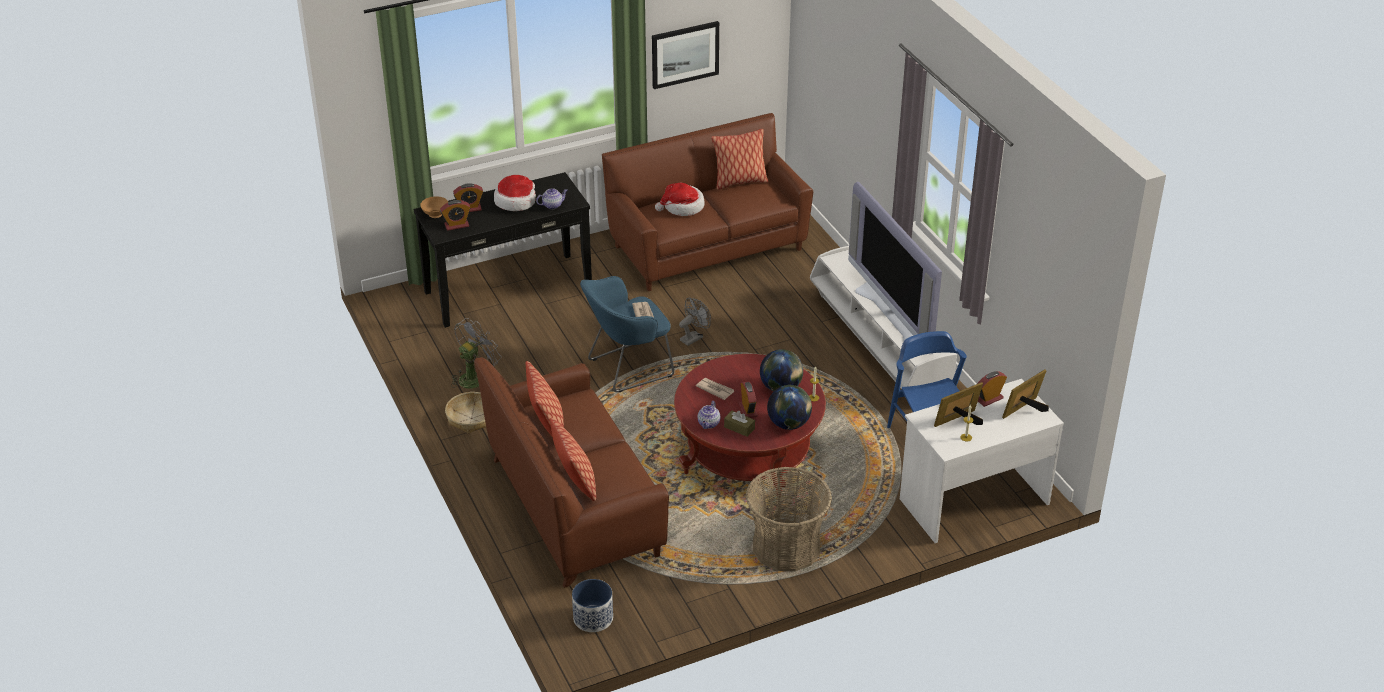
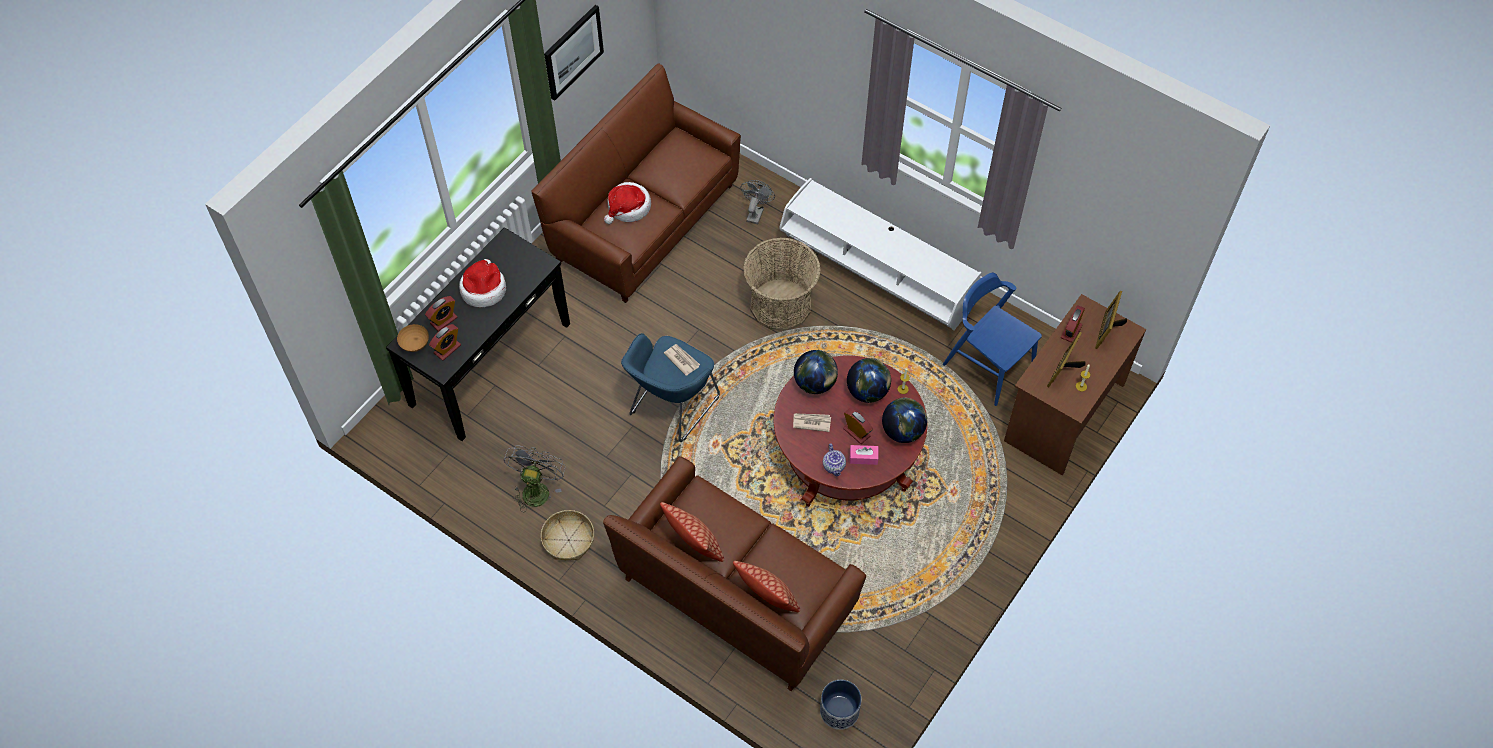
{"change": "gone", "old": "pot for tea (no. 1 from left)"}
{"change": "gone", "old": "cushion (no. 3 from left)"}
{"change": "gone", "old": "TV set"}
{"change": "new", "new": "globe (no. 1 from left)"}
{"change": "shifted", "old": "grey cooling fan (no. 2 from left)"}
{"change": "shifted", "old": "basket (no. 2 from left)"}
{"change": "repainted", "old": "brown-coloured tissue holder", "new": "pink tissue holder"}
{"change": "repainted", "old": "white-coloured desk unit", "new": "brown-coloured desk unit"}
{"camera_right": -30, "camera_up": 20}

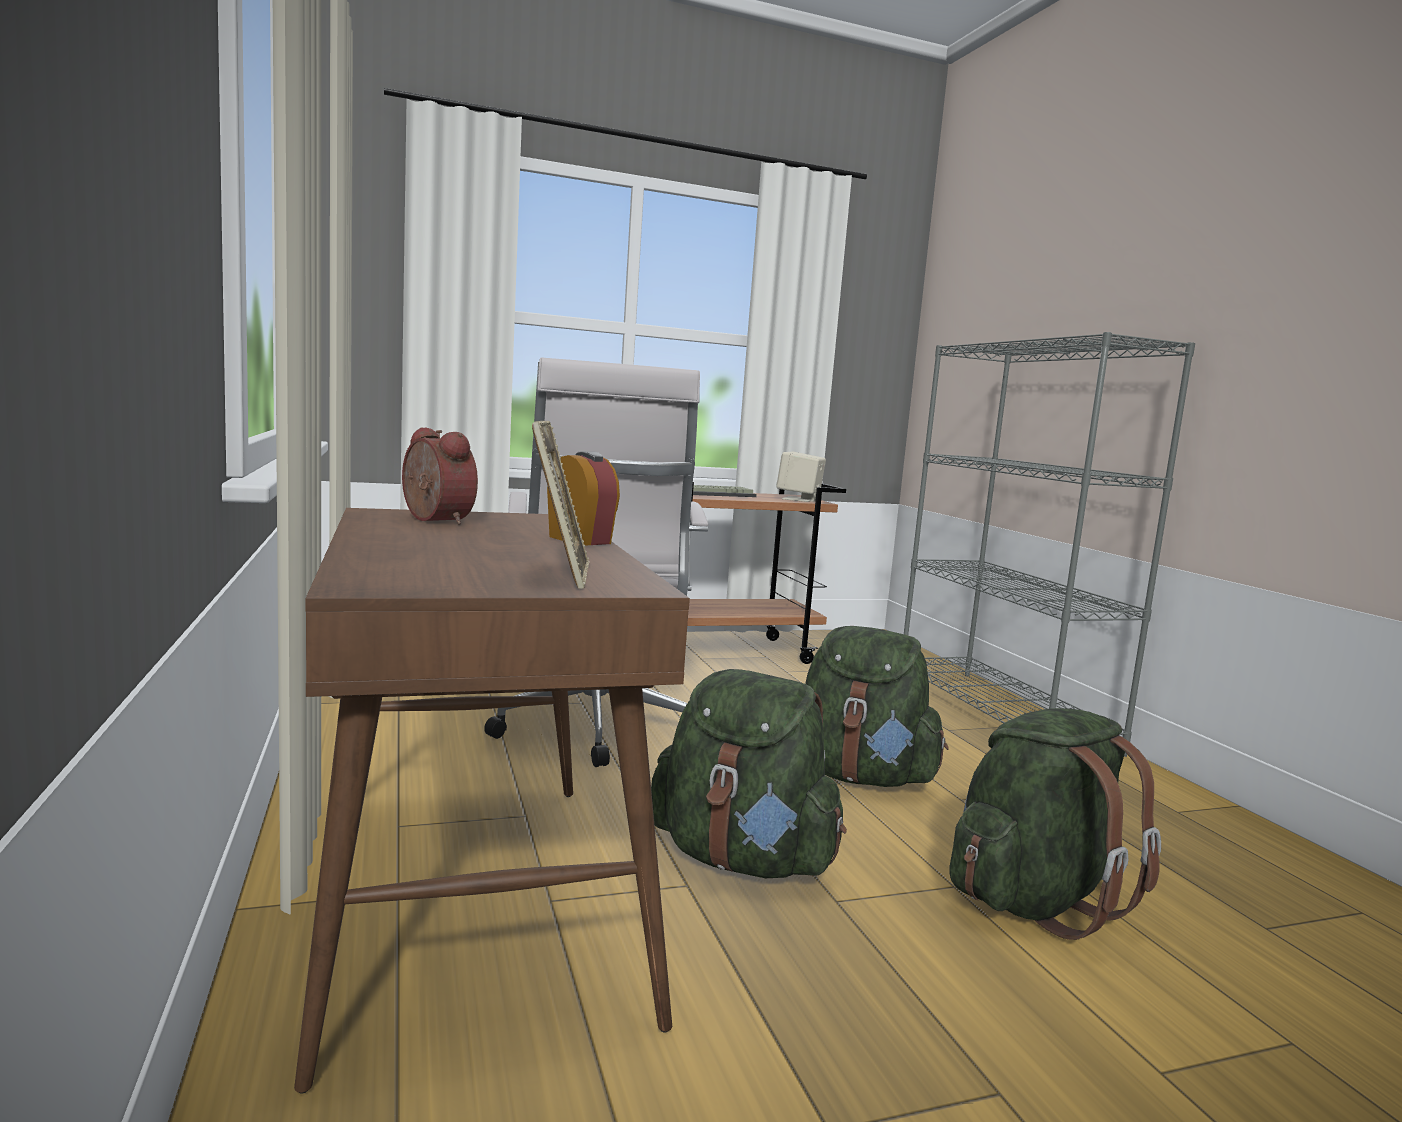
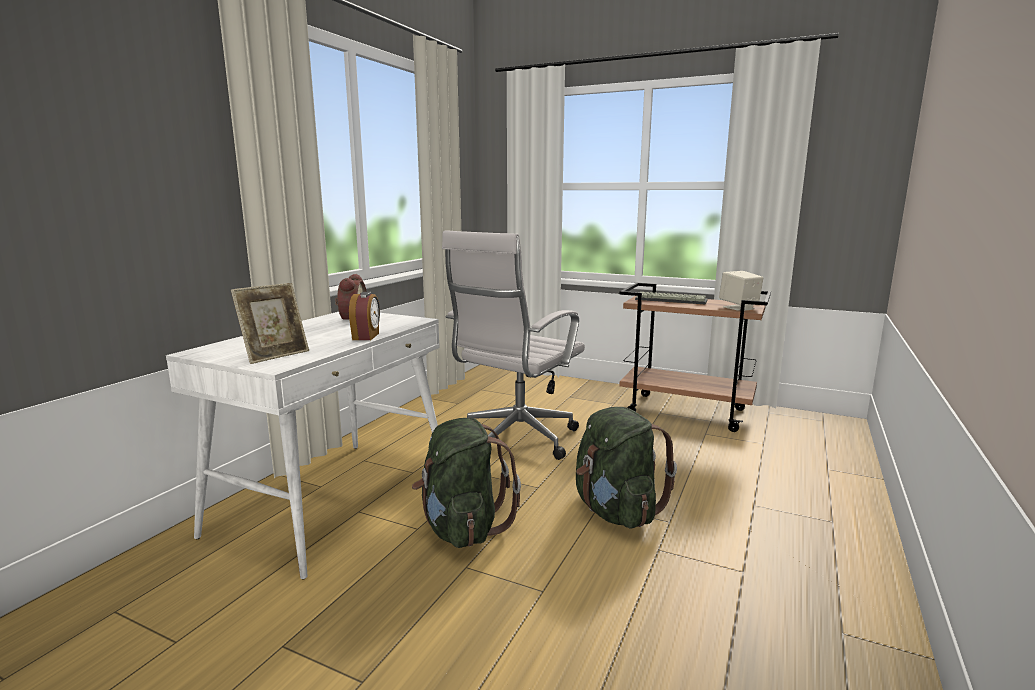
{"change": "gone", "old": "grey bookcase"}
{"change": "gone", "old": "green backpack (no. 3 from left)"}
{"change": "repainted", "old": "brown-coloured desk unit", "new": "white-coloured desk unit"}
{"camera_right": 45, "camera_up": 5}

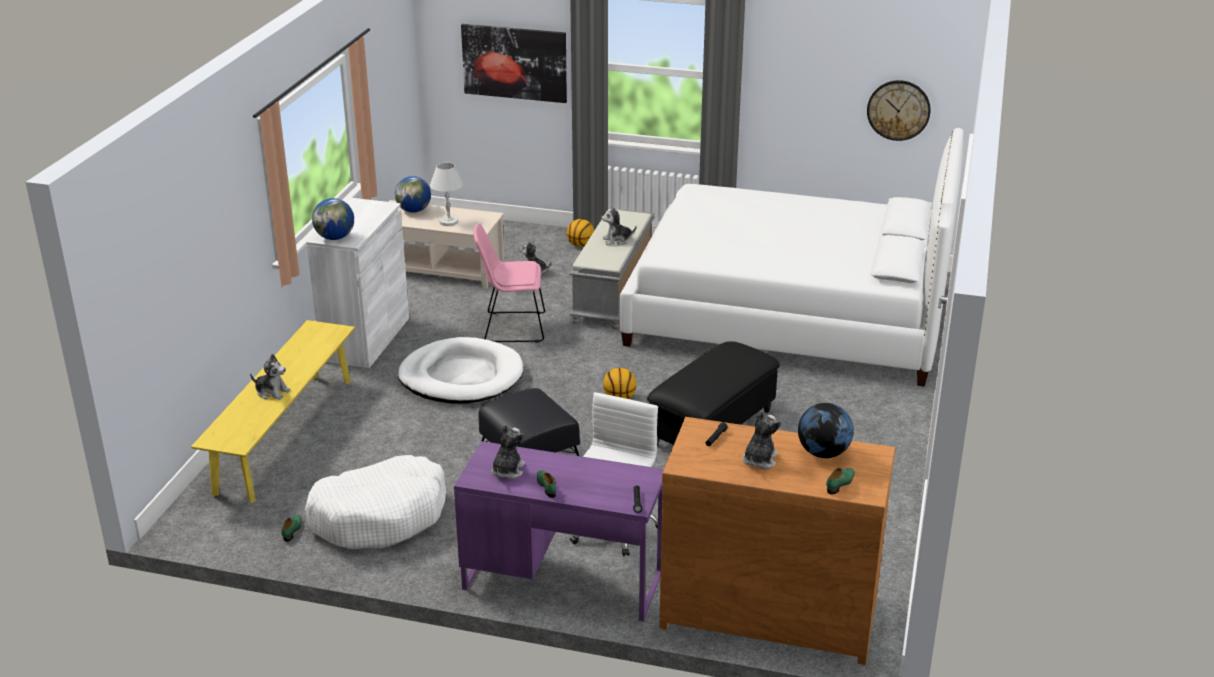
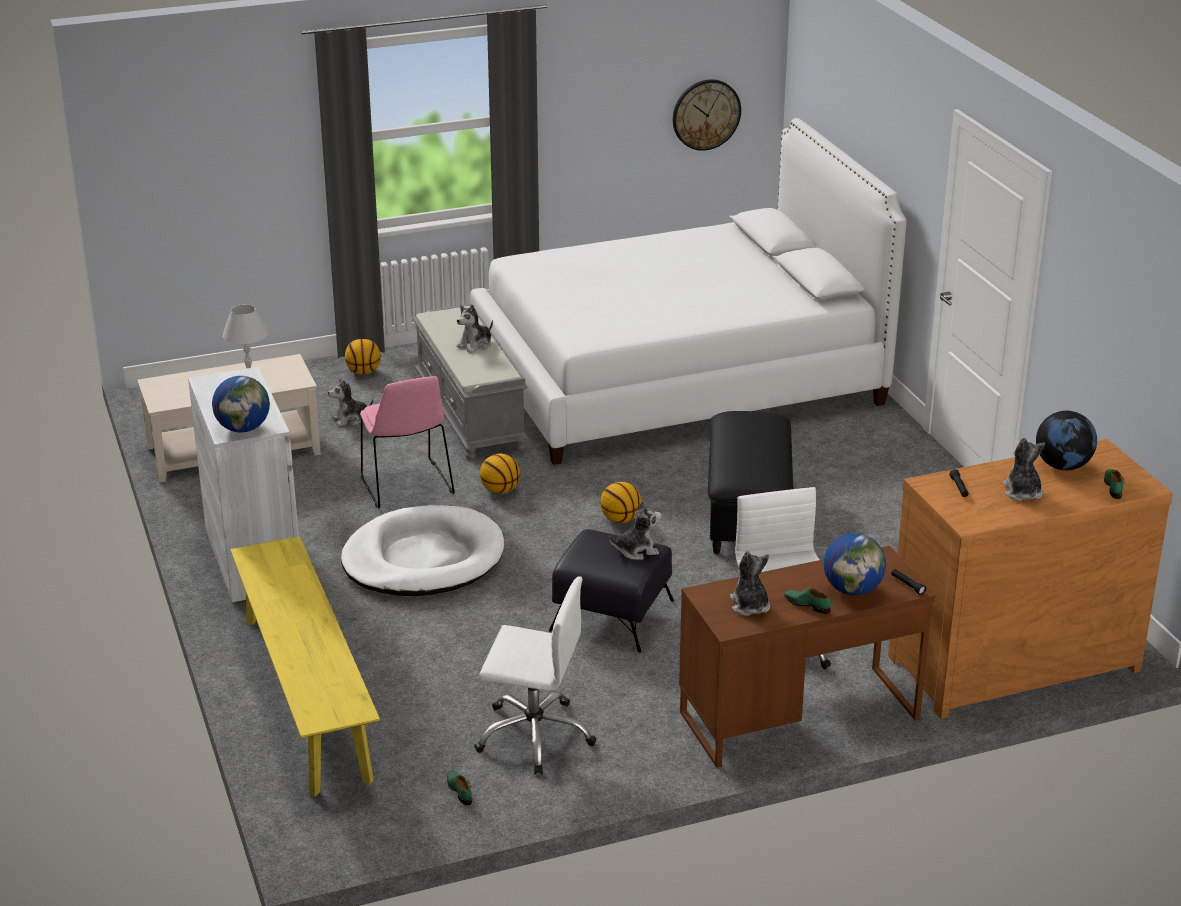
{"change": "gone", "old": "wall picture"}
{"change": "new", "new": "basketball ball (no. 2 from left)"}
{"change": "shifted", "old": "plush toy (no. 1 from left in the first image)", "new": "plush toy (no. 3 from left)"}
{"change": "shifted", "old": "globe (no. 2 from left)"}
{"change": "swapped", "old": "white-coloured pet bed (no. 1 from left)", "new": "white-coloured computer chair (no. 1 from left)"}
{"change": "repainted", "old": "purple-coloured desk unit", "new": "brown-coloured desk unit"}
{"change": "rotated", "old": "pink plain chair", "degrees": -75}
{"camera_right": -35, "camera_up": 0}

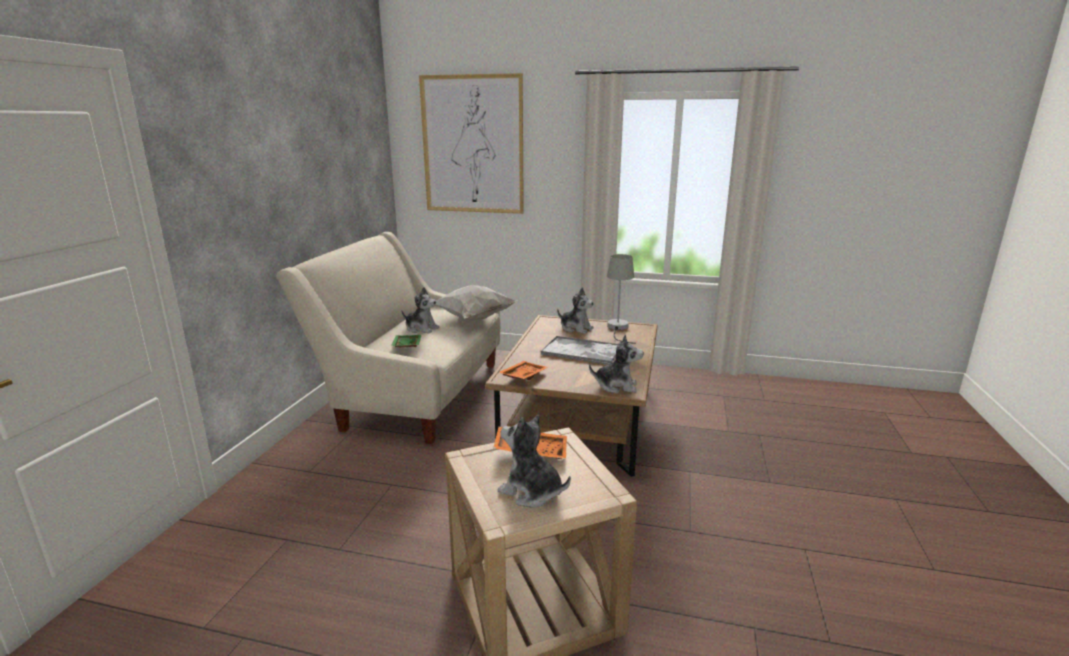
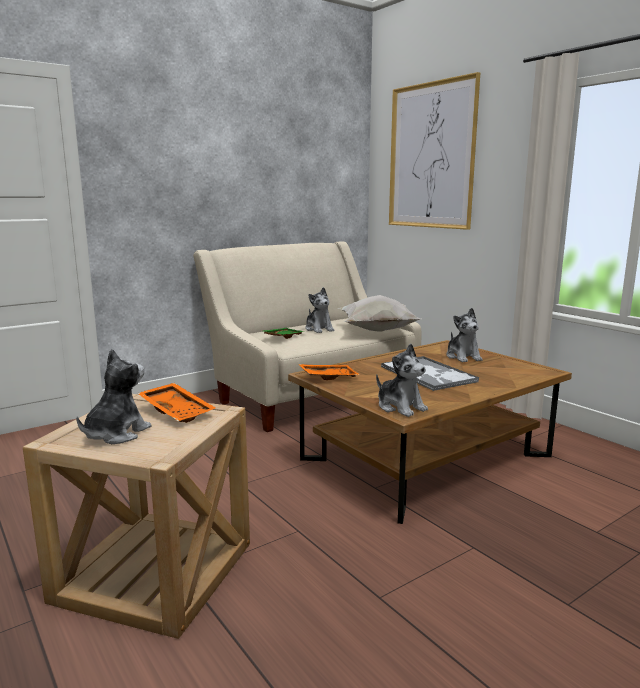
{"change": "gone", "old": "grey table lamp"}
{"change": "rotated", "old": "plush toy (no. 2 from left in the first image)", "degrees": 45}
{"camera_right": 40, "camera_up": -5}

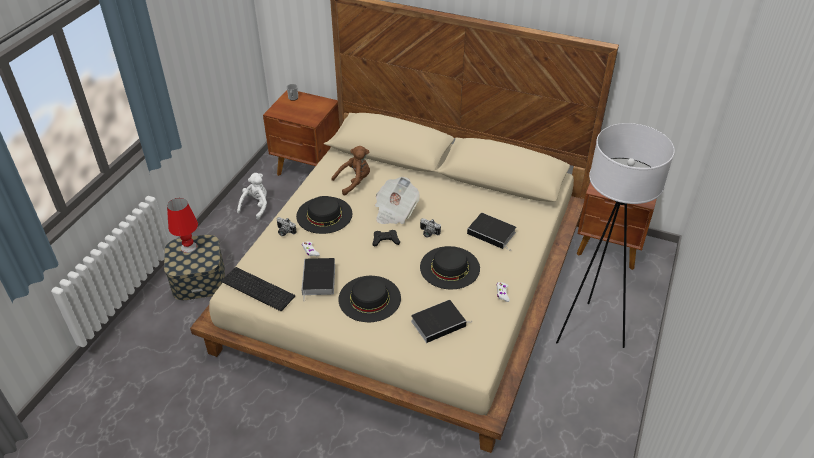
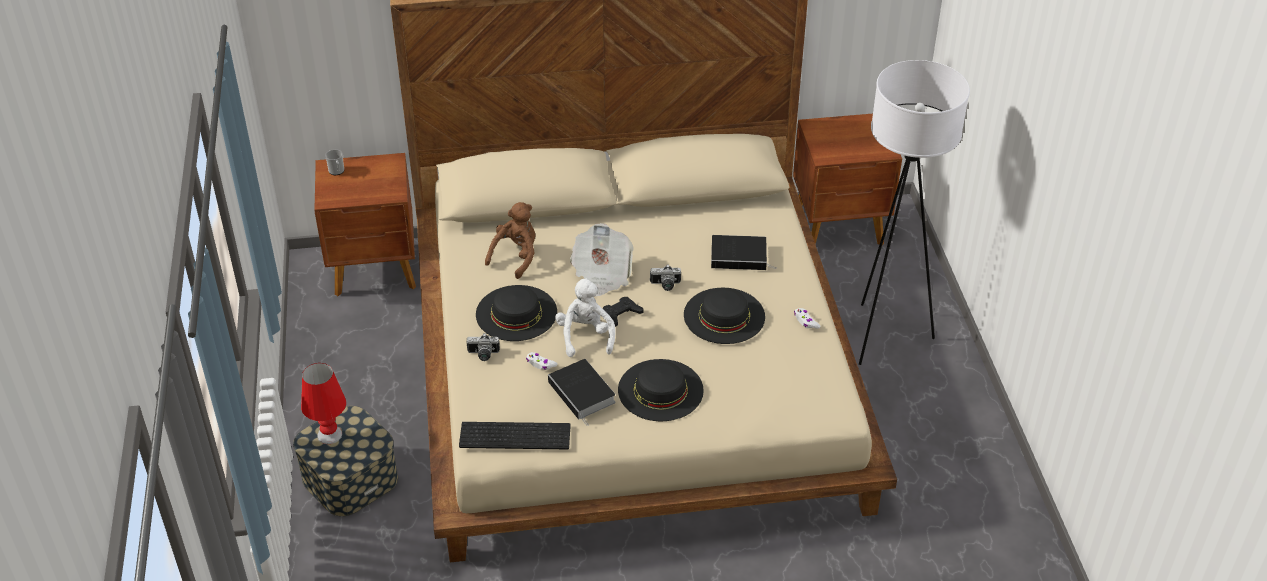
{"change": "gone", "old": "bound book (no. 2 from left)"}
{"change": "shifted", "old": "white-coloured plush toy"}
{"camera_right": -30, "camera_up": 0}

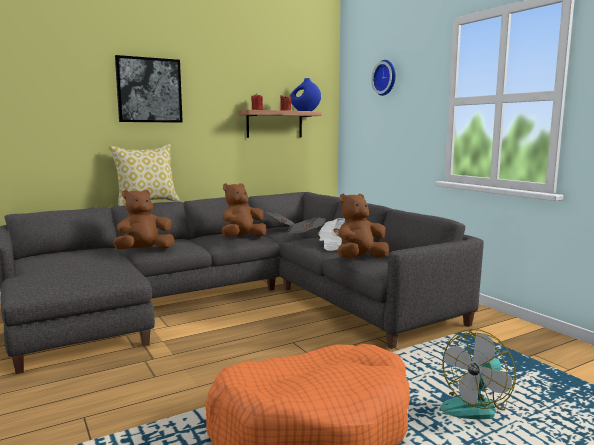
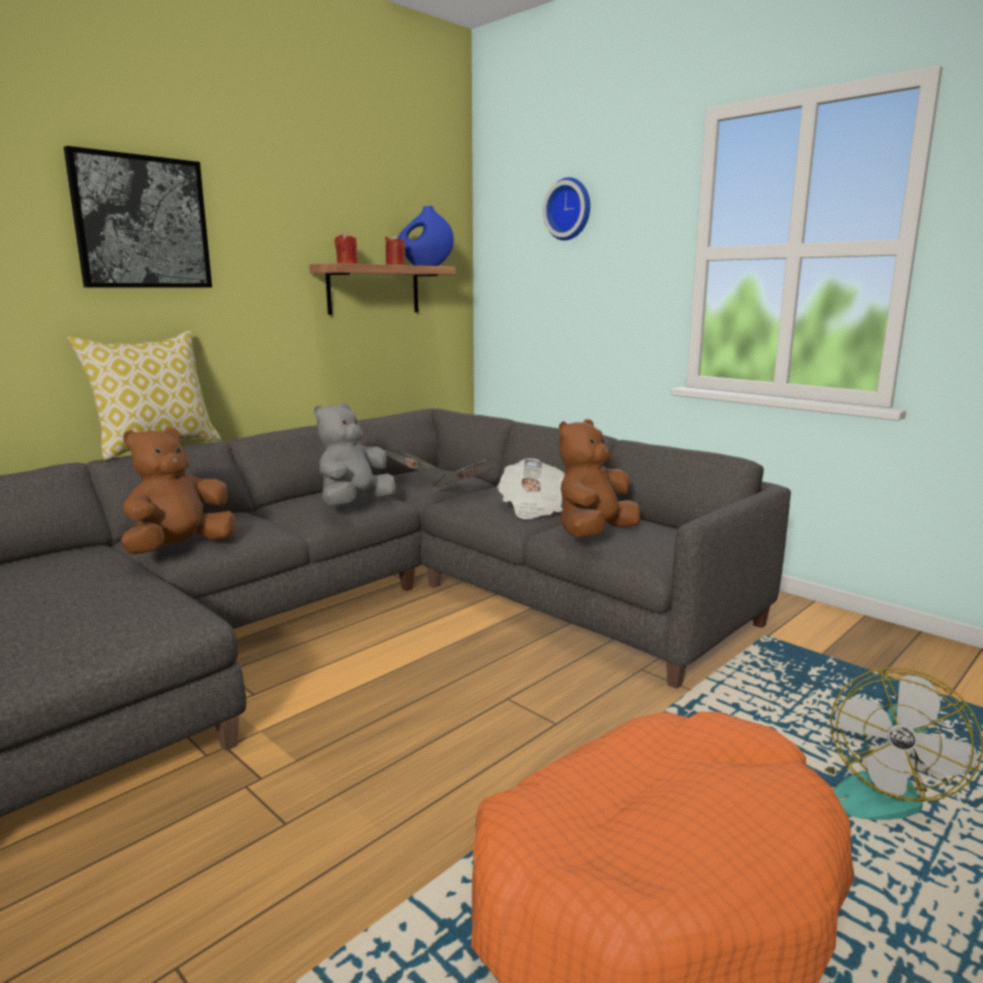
{"change": "repainted", "old": "brown-coloured plush toy (no. 2 from left)", "new": "grey plush toy"}
{"camera_right": -15, "camera_up": 5}

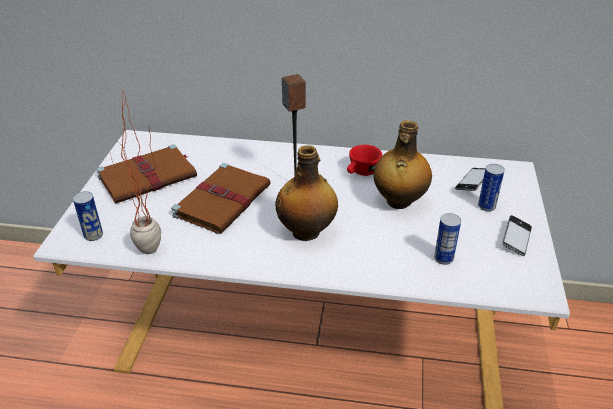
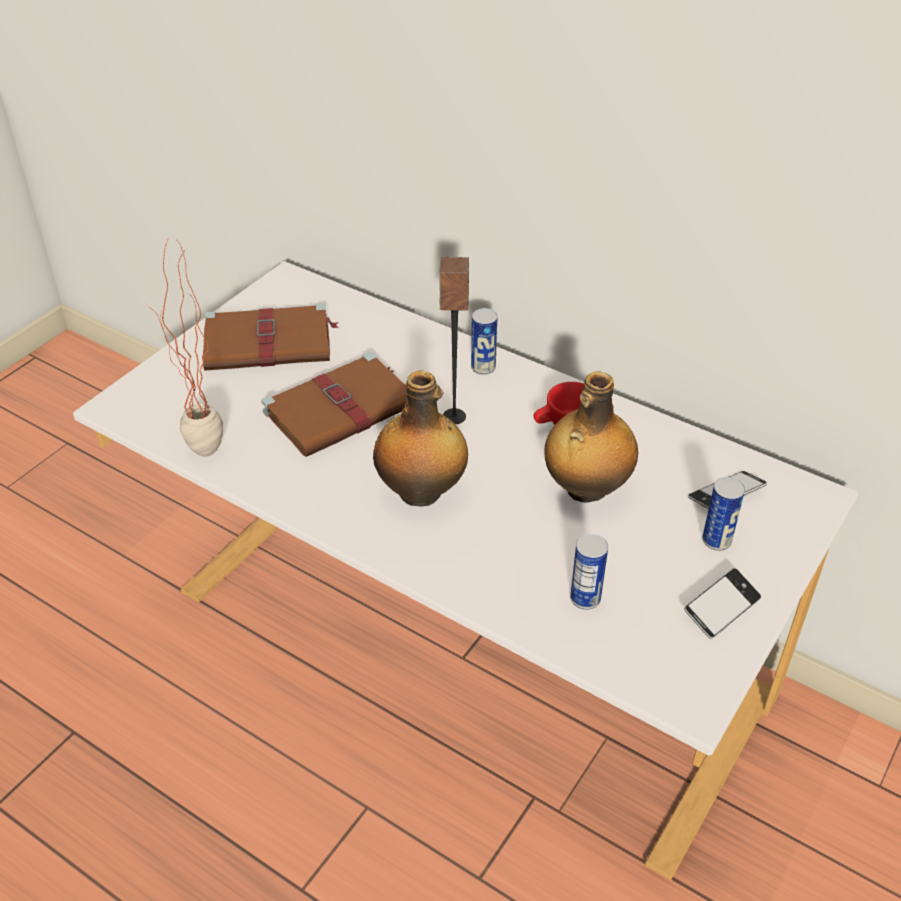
{"change": "shifted", "old": "sealed can (no. 1 from left)"}
{"camera_right": 25, "camera_up": 5}

